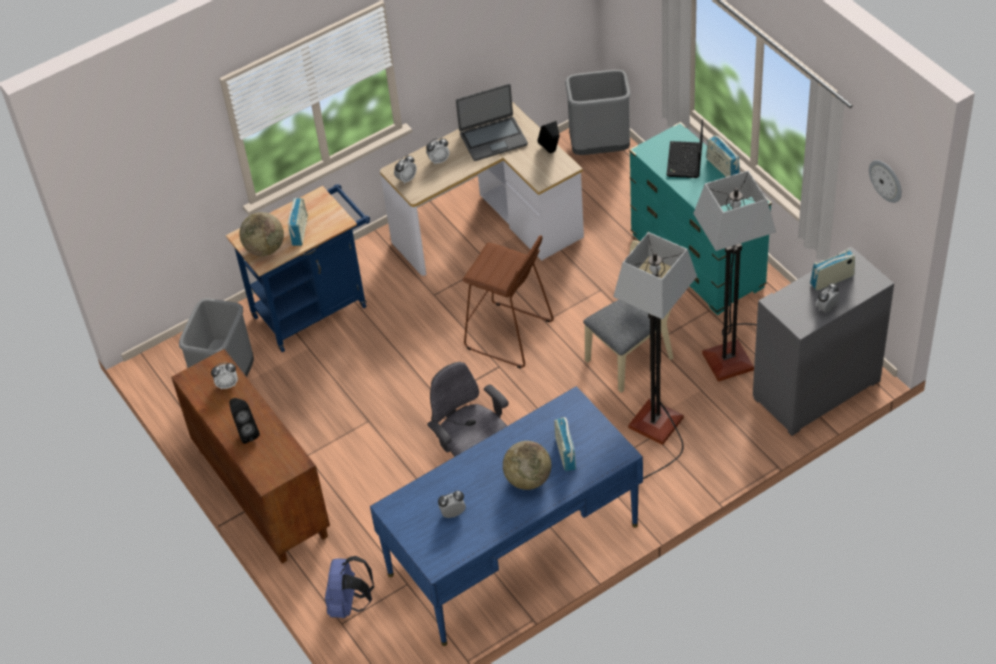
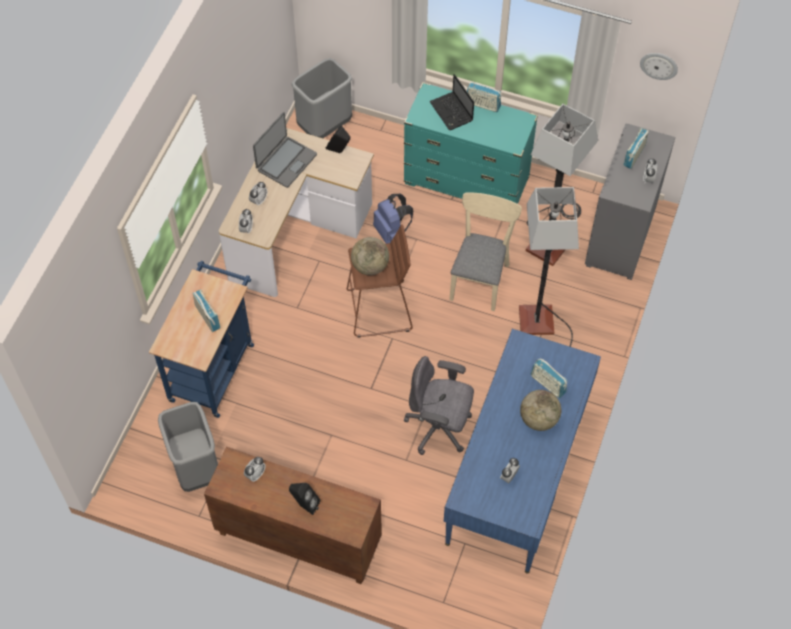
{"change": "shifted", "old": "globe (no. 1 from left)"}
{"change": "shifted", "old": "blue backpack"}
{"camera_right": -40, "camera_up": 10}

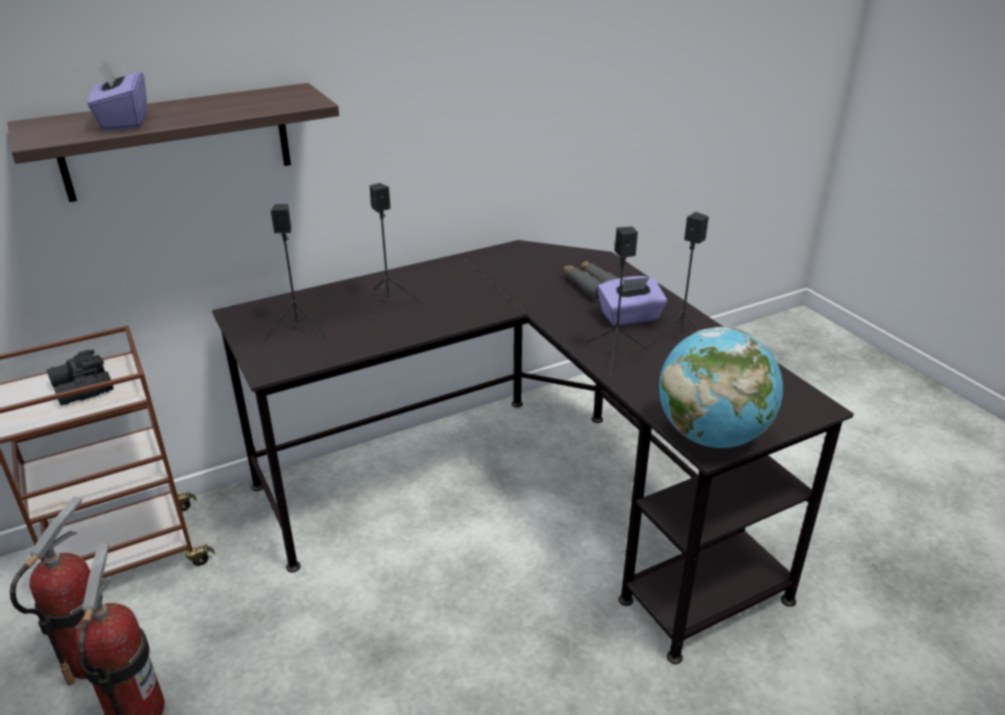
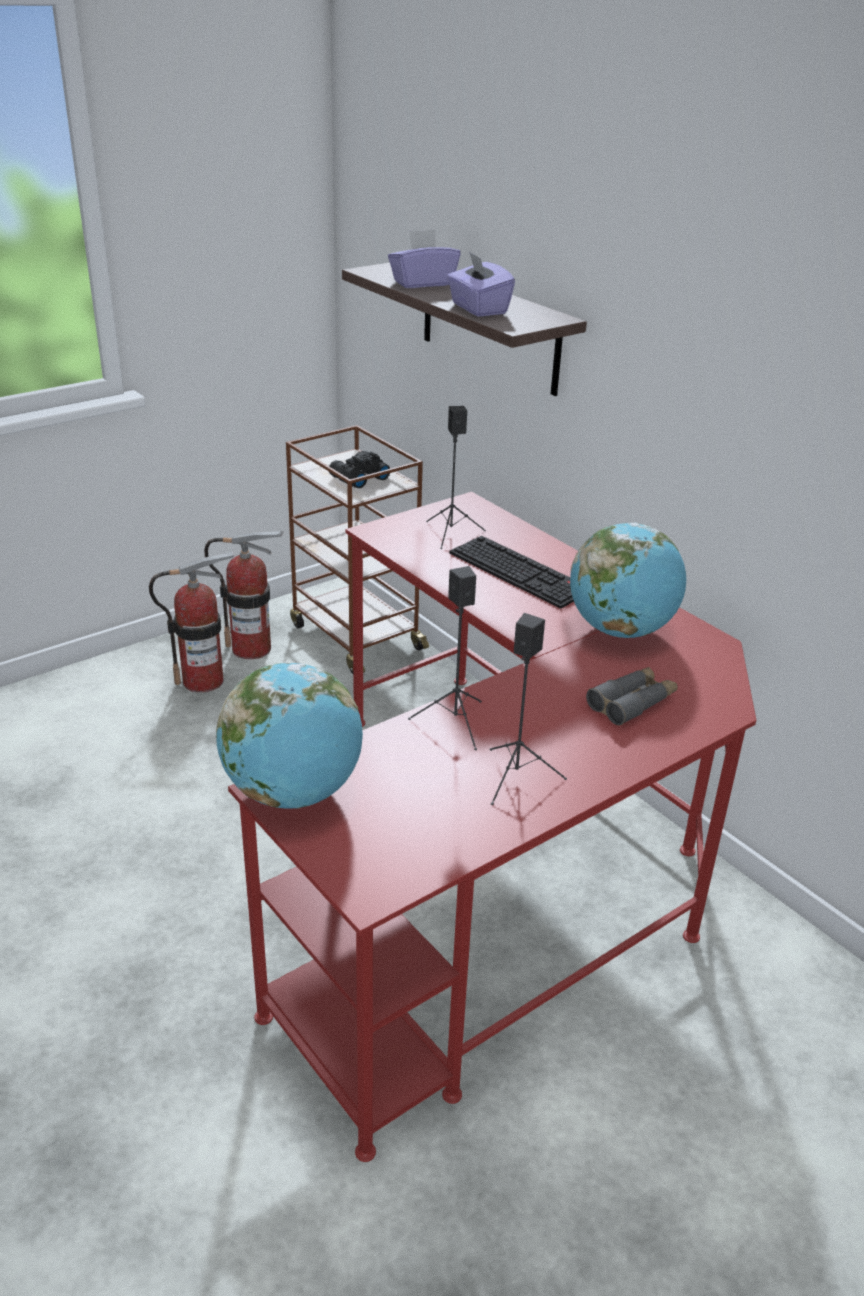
{"change": "new", "new": "globe (no. 2 from left)"}
{"change": "shifted", "old": "purple-coloured tissue holder (no. 2 from left)"}
{"change": "swapped", "old": "black-coloured loudspeaker (no. 2 from left)", "new": "computer keyboard"}
{"change": "repainted", "old": "black-coloured desk unit", "new": "red desk unit"}
{"camera_right": 80, "camera_up": 0}

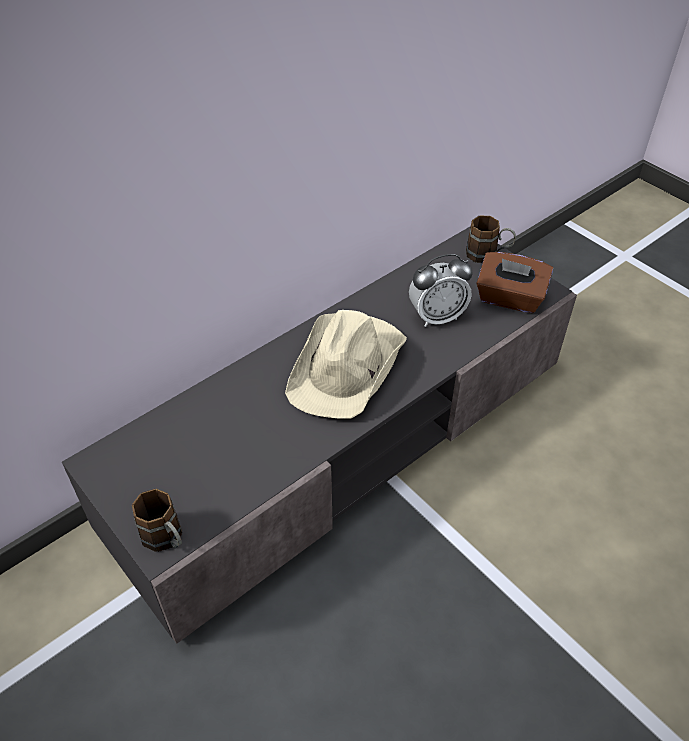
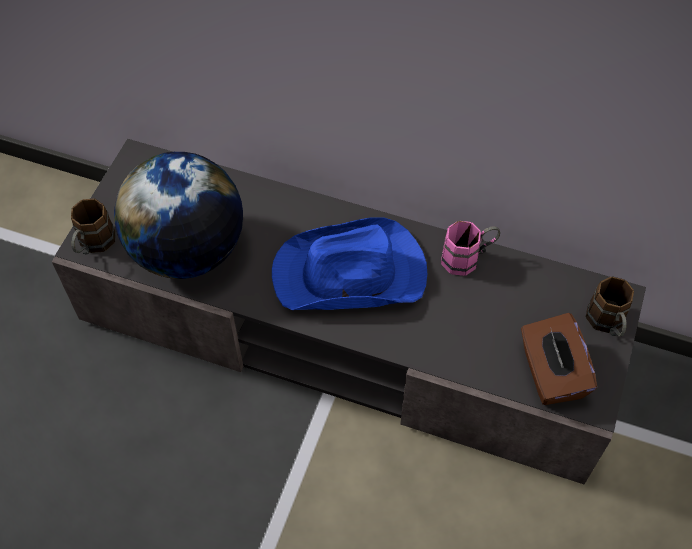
{"change": "gone", "old": "table clock"}
{"change": "new", "new": "globe"}
{"change": "new", "new": "pink mug"}
{"change": "repainted", "old": "beige-coloured hat", "new": "blue hat"}
{"camera_right": 60, "camera_up": 10}

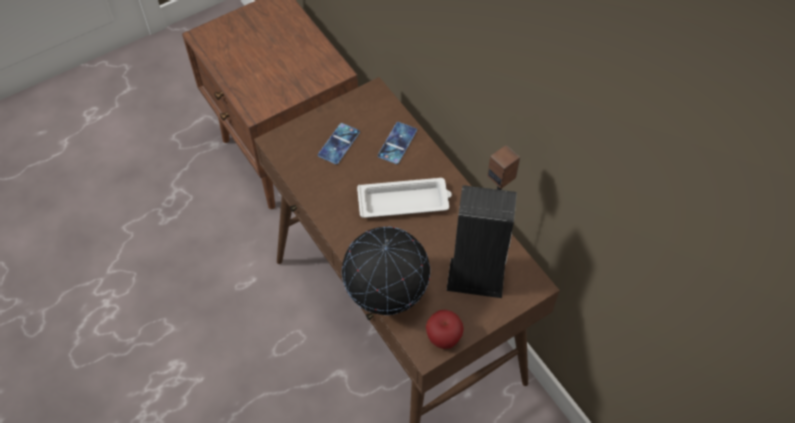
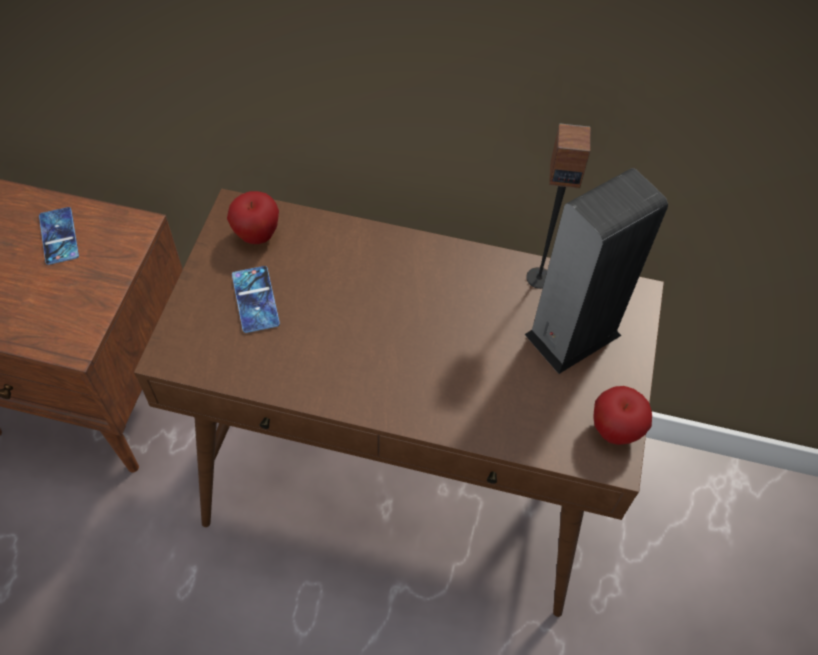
{"change": "gone", "old": "globe"}
{"change": "gone", "old": "white-coloured carrying tray"}
{"change": "new", "new": "whole apple (no. 1 from left)"}
{"change": "shifted", "old": "phone (no. 2 from left in the first image)", "new": "phone (no. 1 from left)"}
{"camera_right": -45, "camera_up": 0}

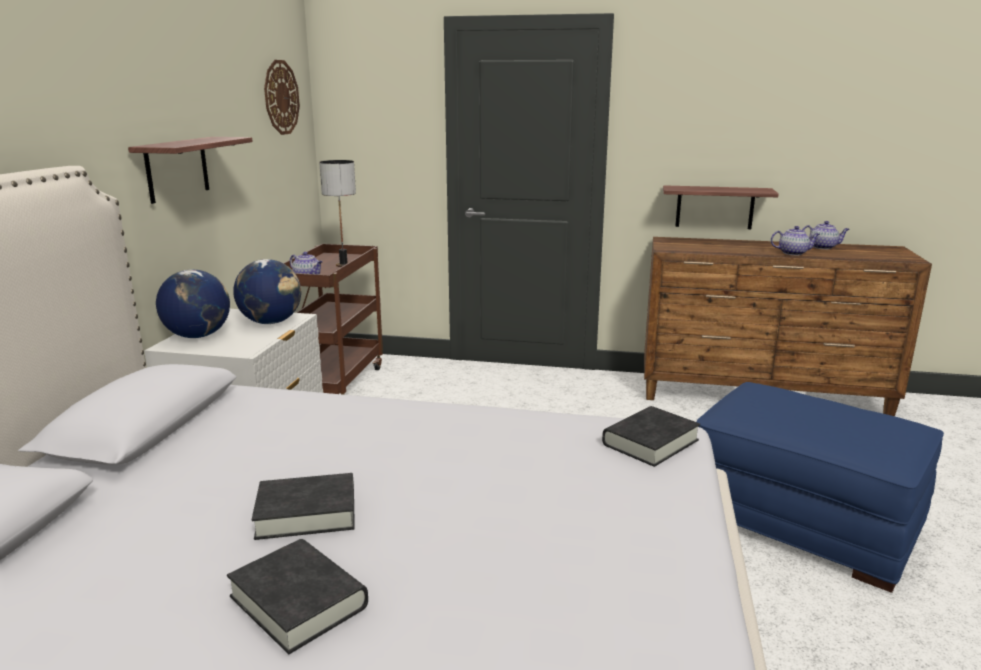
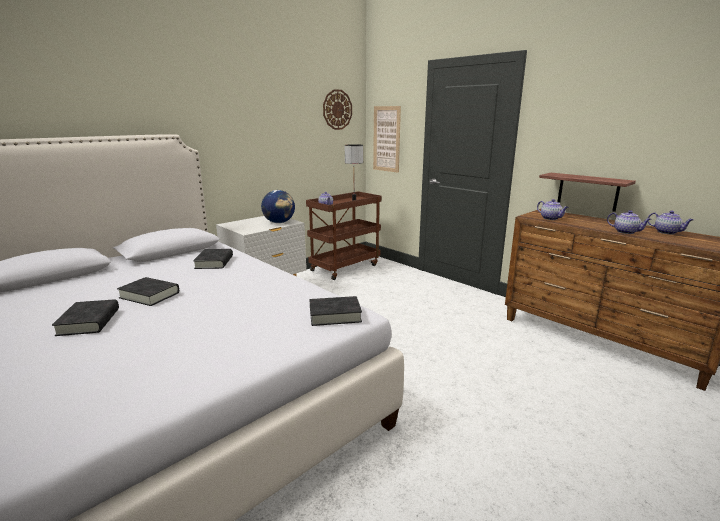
{"change": "gone", "old": "shelf (no. 1 from left)"}
{"change": "gone", "old": "globe (no. 1 from left)"}
{"change": "gone", "old": "blue footrest"}
{"change": "new", "new": "black-coloured bound book (no. 3 from left)"}
{"change": "new", "new": "wall picture"}
{"change": "new", "new": "pot for tea (no. 2 from left)"}
{"camera_right": 35, "camera_up": 0}

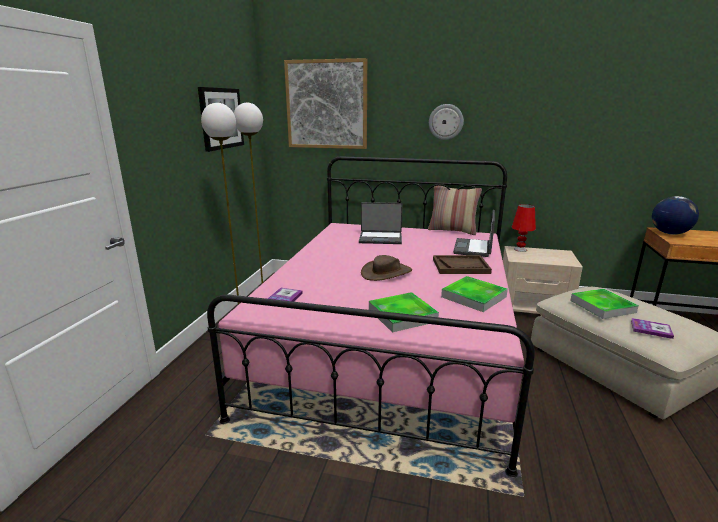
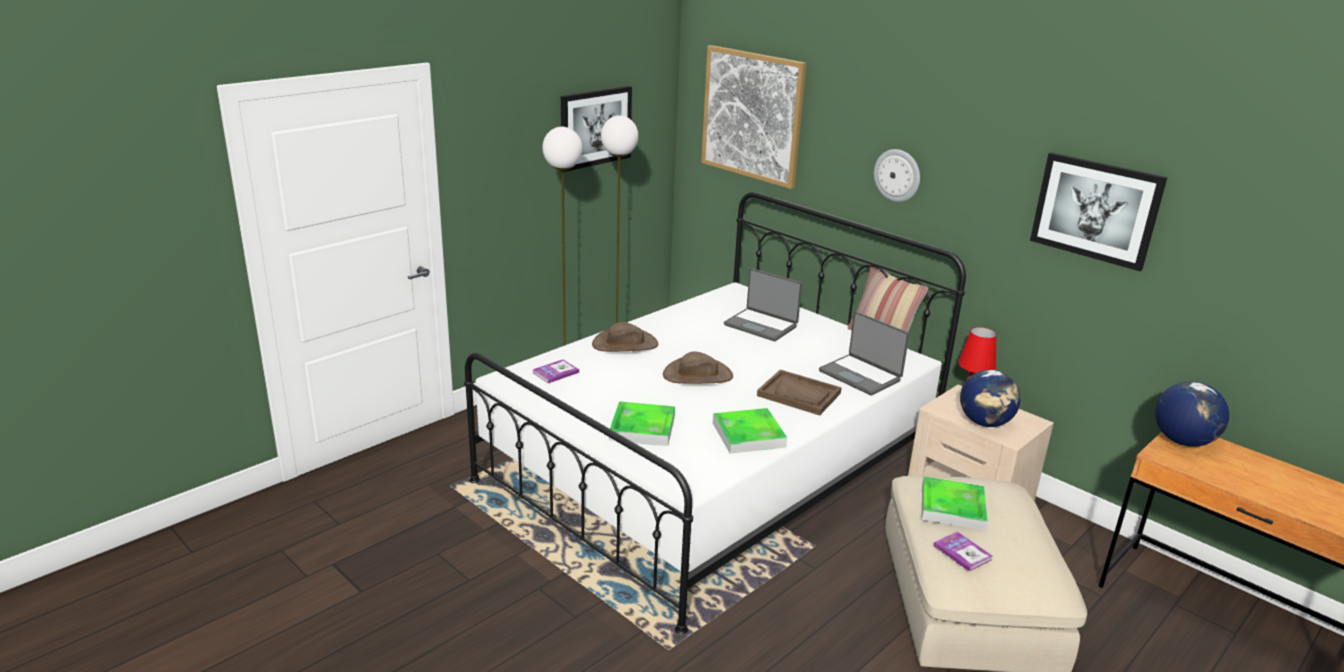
{"change": "new", "new": "brown-coloured hat (no. 1 from left)"}
{"change": "new", "new": "globe (no. 1 from left)"}
{"change": "new", "new": "wall picture (no. 3 from left)"}
{"change": "repainted", "old": "pink sleeping bed", "new": "white-coloured sleeping bed"}
{"change": "rotated", "old": "portable computer (no. 2 from left)", "degrees": -90}
{"camera_right": 30, "camera_up": 5}

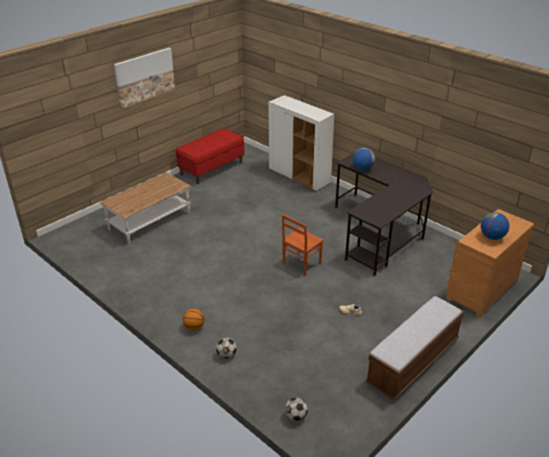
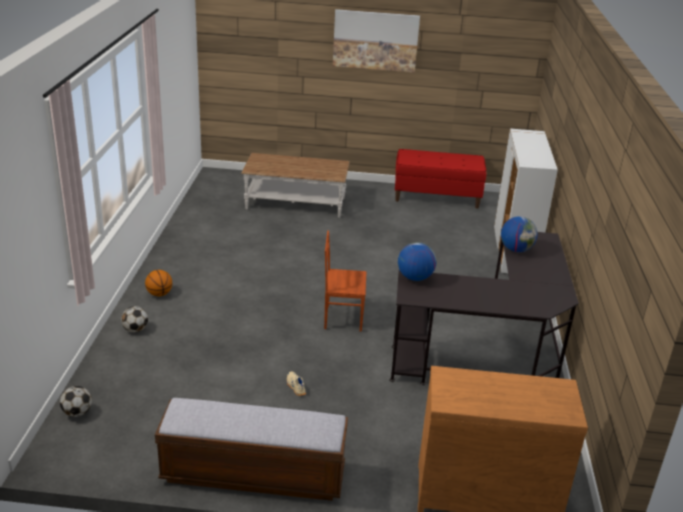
{"change": "shifted", "old": "globe (no. 2 from left in the first image)", "new": "globe (no. 1 from left)"}
{"camera_right": 50, "camera_up": -5}

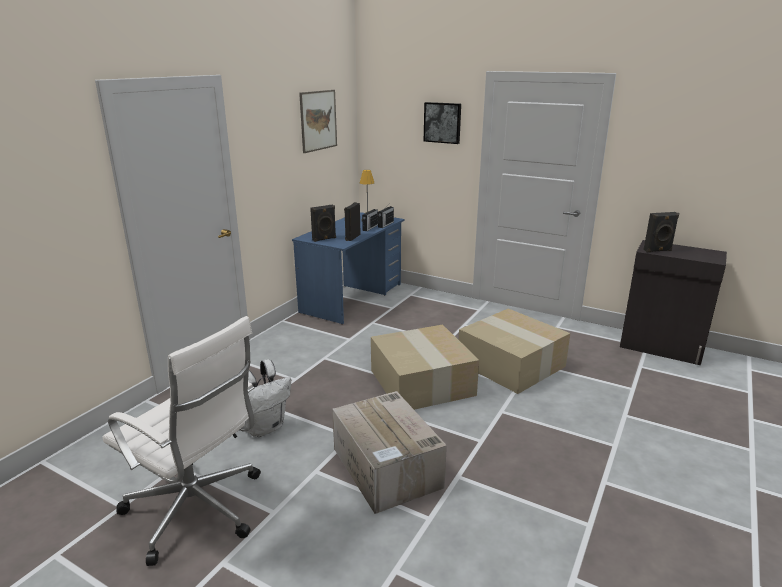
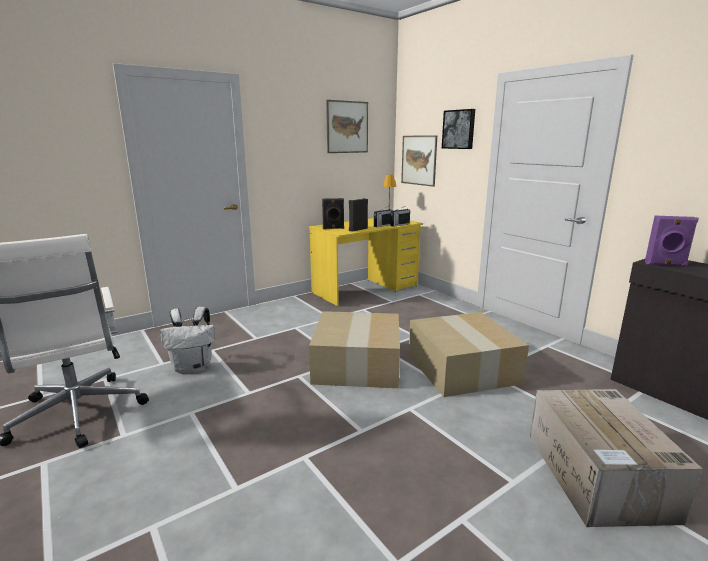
{"change": "new", "new": "wall picture (no. 2 from left)"}
{"change": "shifted", "old": "carton (no. 1 from left in the first image)", "new": "carton (no. 3 from left)"}
{"change": "repainted", "old": "blue desk unit", "new": "yellow-coloured desk unit"}
{"change": "repainted", "old": "black-coloured loudspeaker (no. 3 from left)", "new": "purple-coloured loudspeaker"}
{"camera_right": 25, "camera_up": -5}

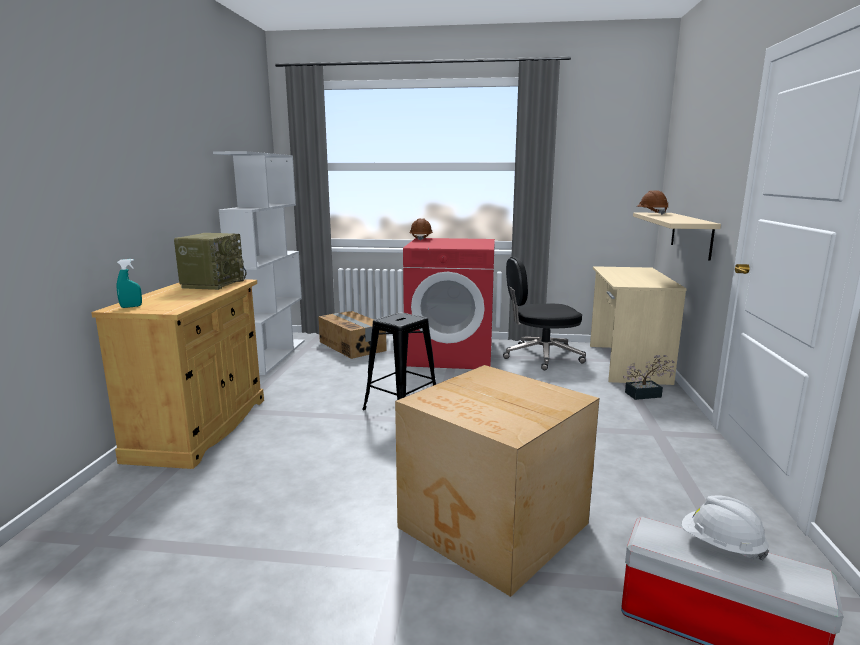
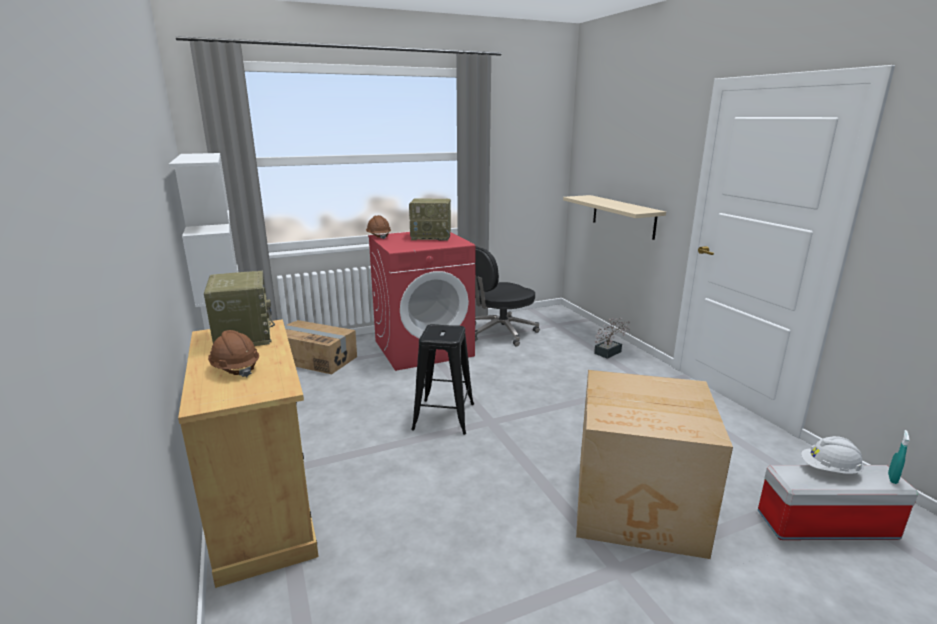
{"change": "gone", "old": "beige-coloured desk unit"}
{"change": "new", "new": "radio set (no. 2 from left)"}
{"change": "shifted", "old": "turquoise-coloured sprayer"}
{"change": "shifted", "old": "brown-coloured safety helmet (no. 2 from left in the first image)", "new": "brown-coloured safety helmet (no. 1 from left)"}
{"camera_right": -30, "camera_up": 5}

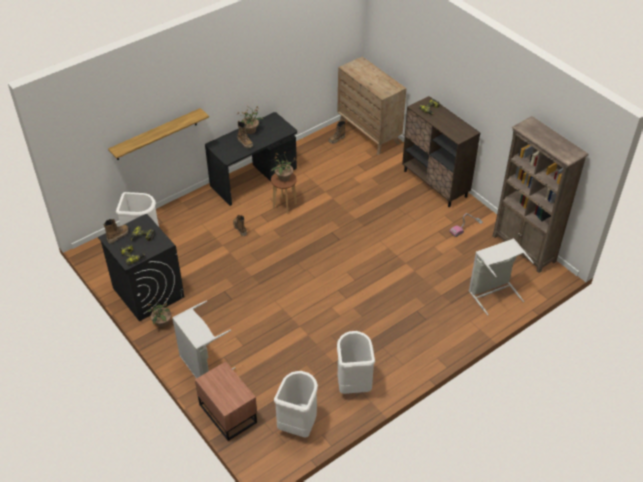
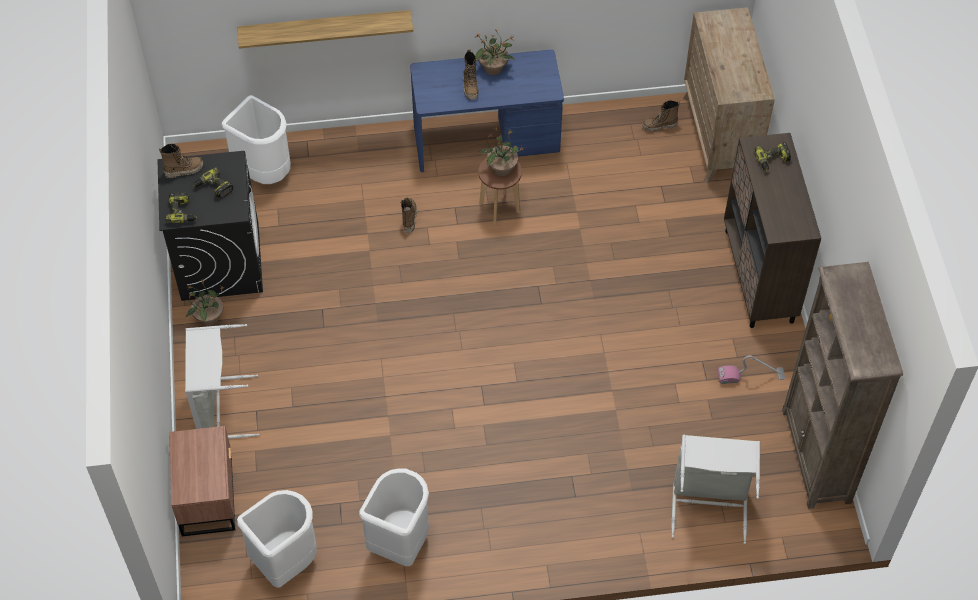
{"change": "repainted", "old": "black-coloured desk unit", "new": "blue desk unit"}
{"camera_right": 30, "camera_up": 10}

